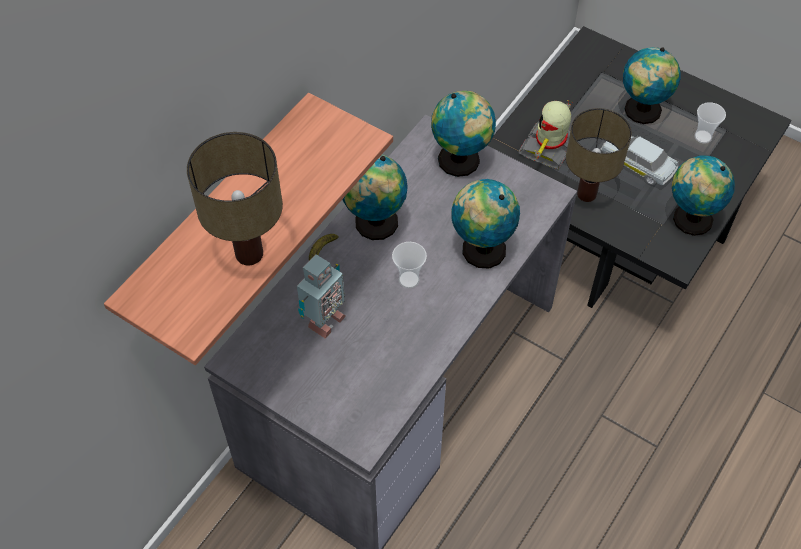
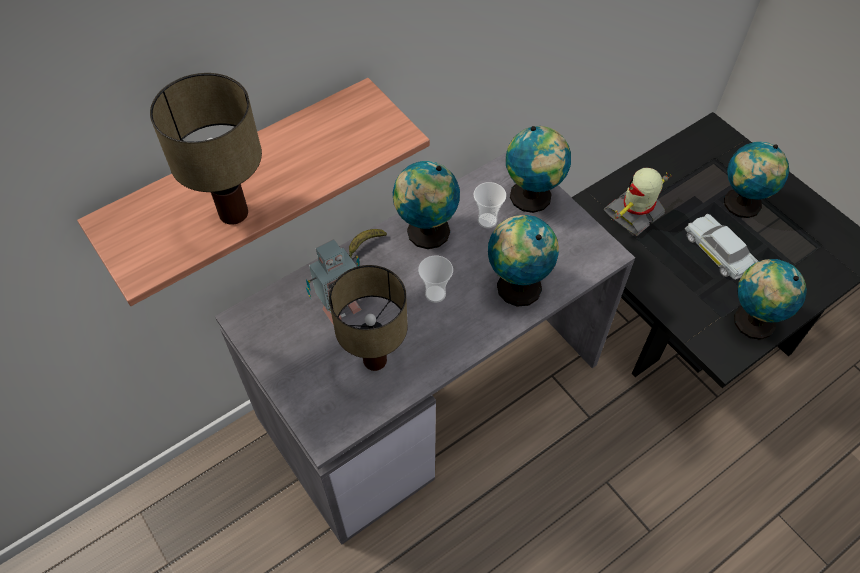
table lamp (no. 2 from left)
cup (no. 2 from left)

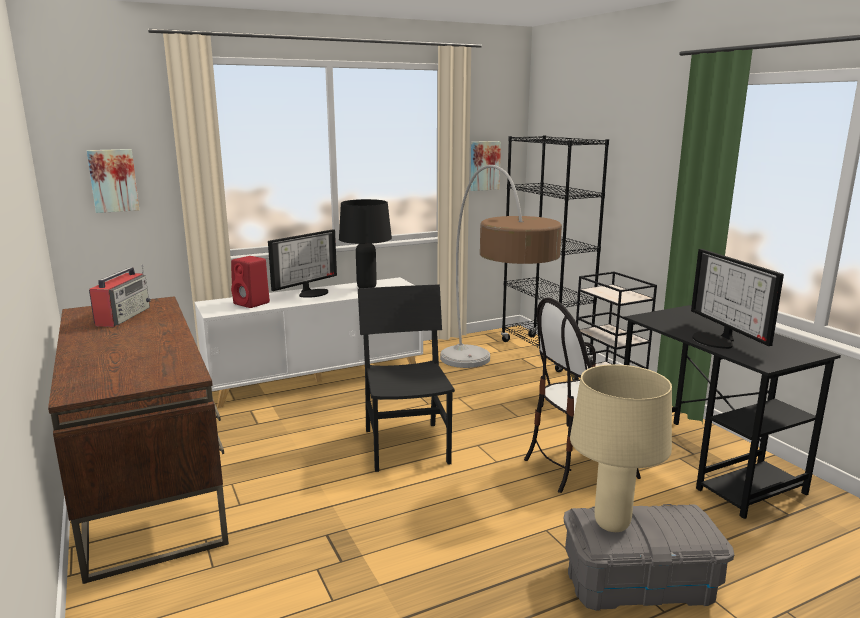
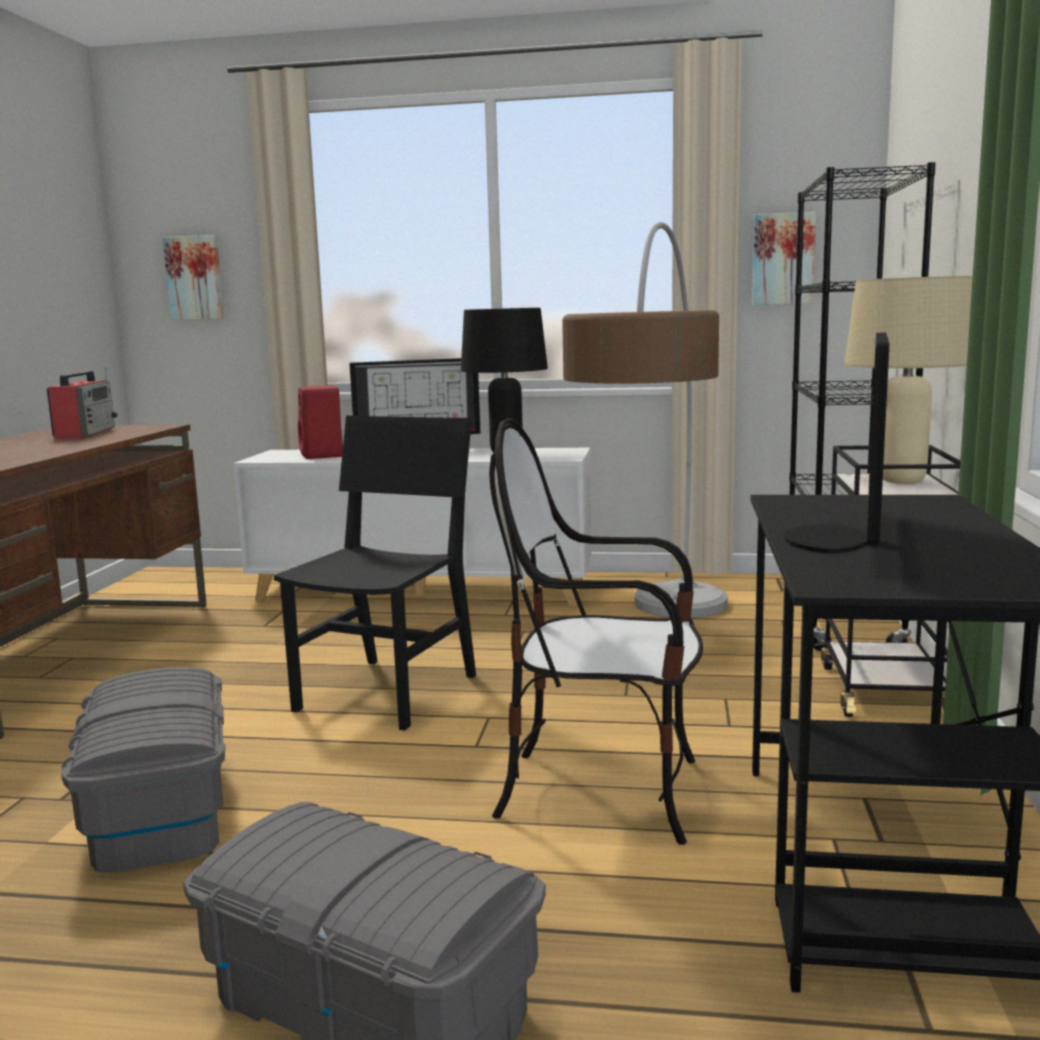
radio
beige table lamp
grey storage box (no. 1 from left)

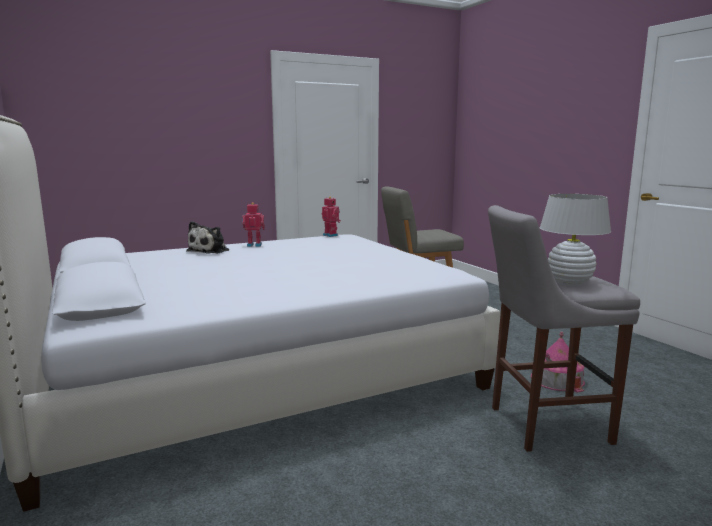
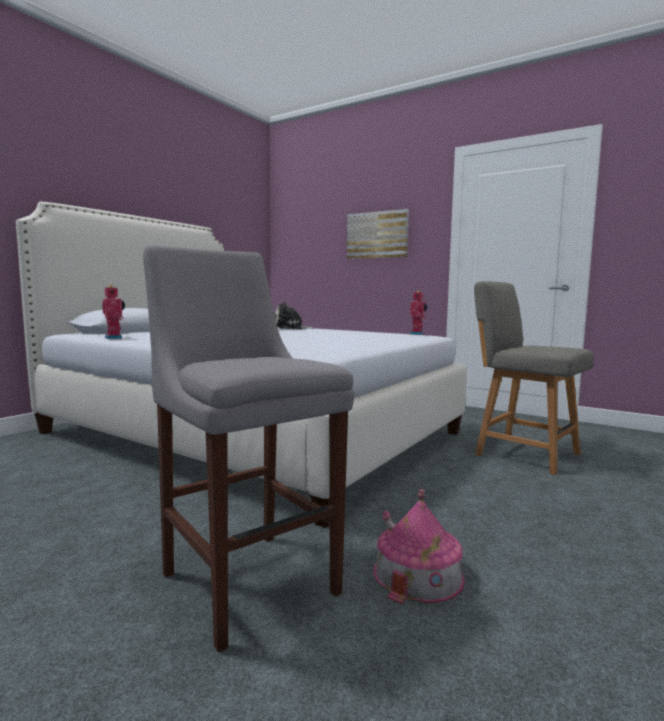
toy robot (no. 1 from left)
white table lamp
picture

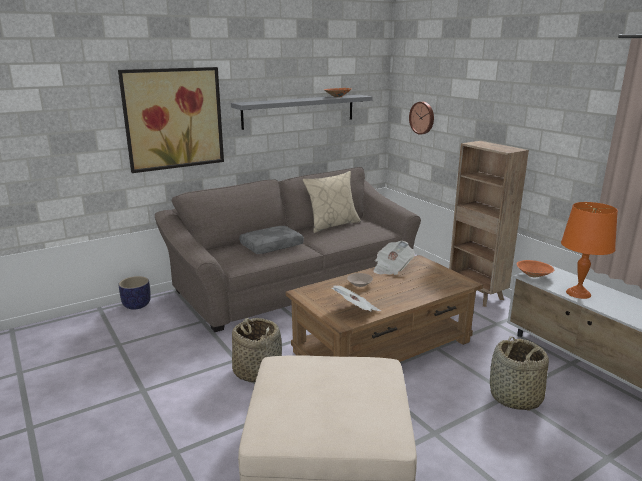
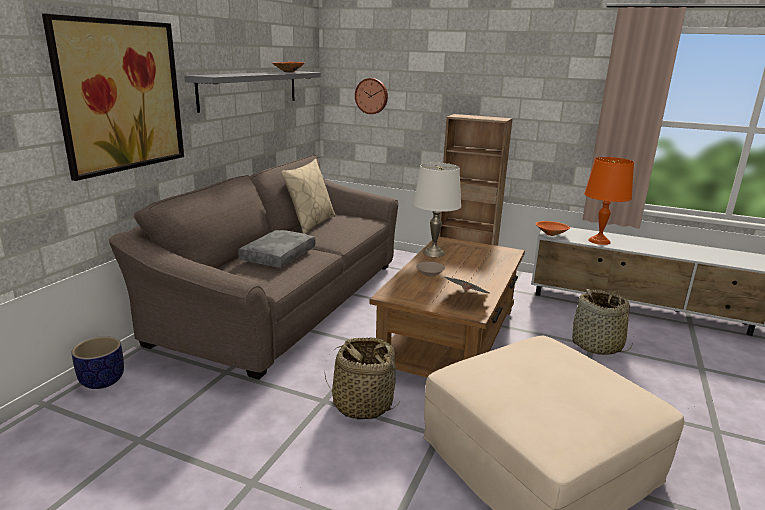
white table lamp

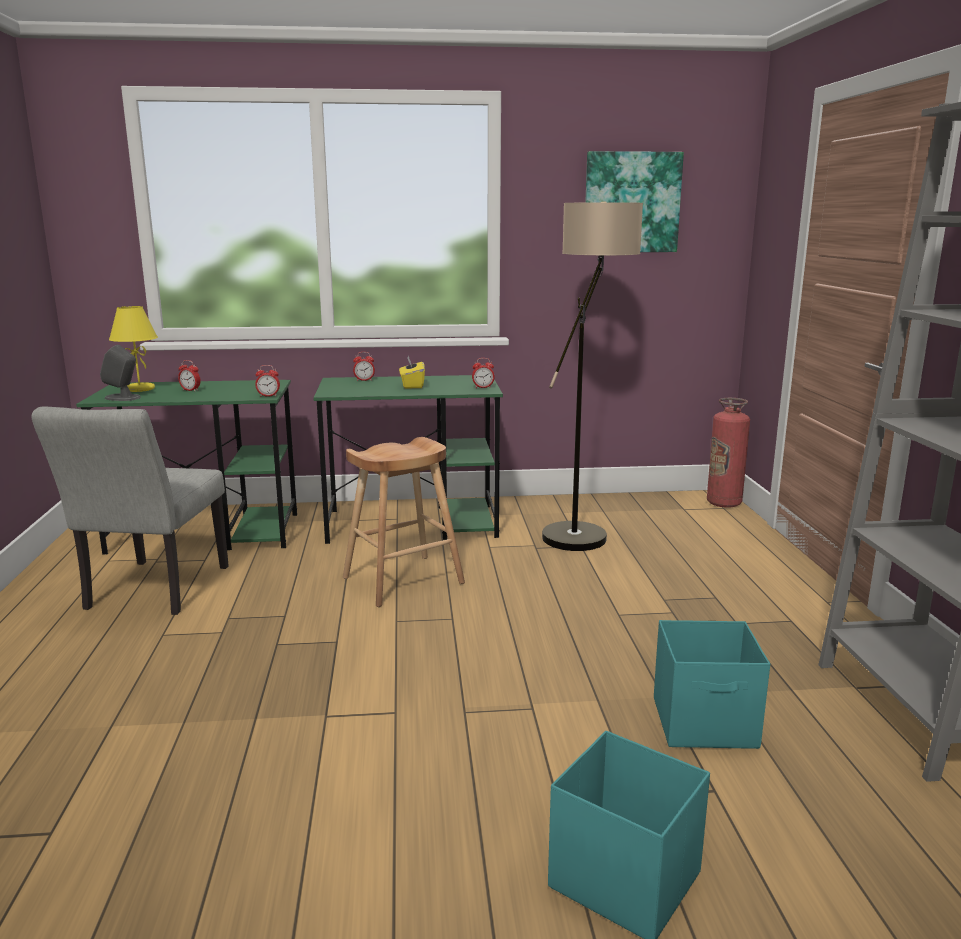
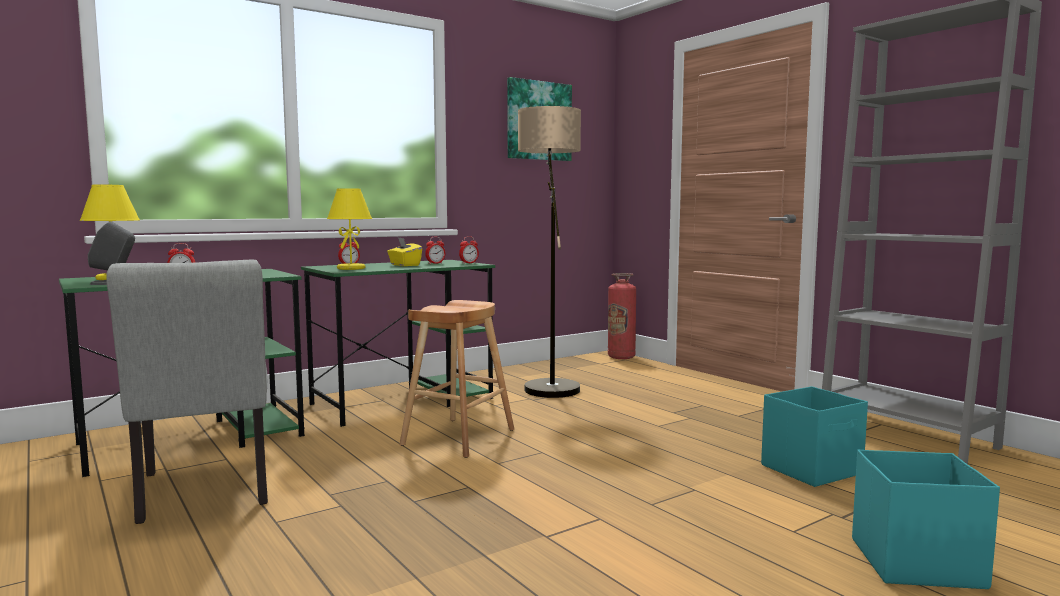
alarm clock (no. 3 from left)
yellow table lamp (no. 2 from left)

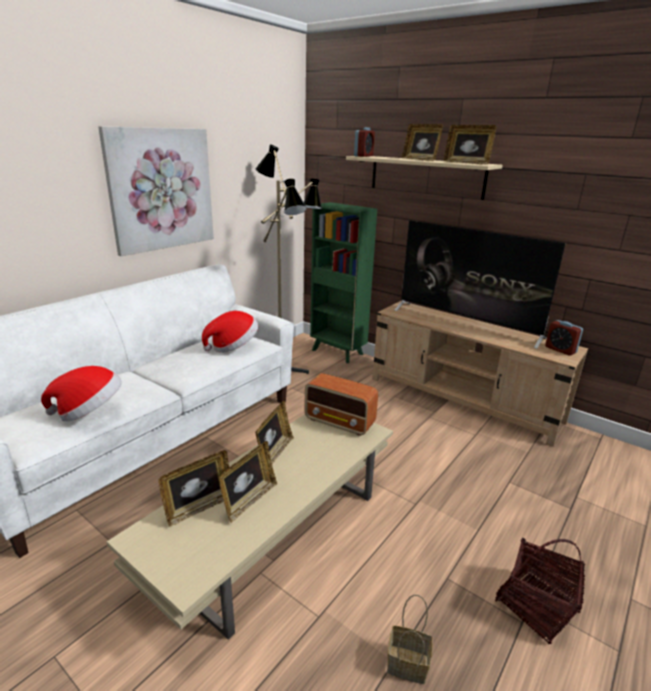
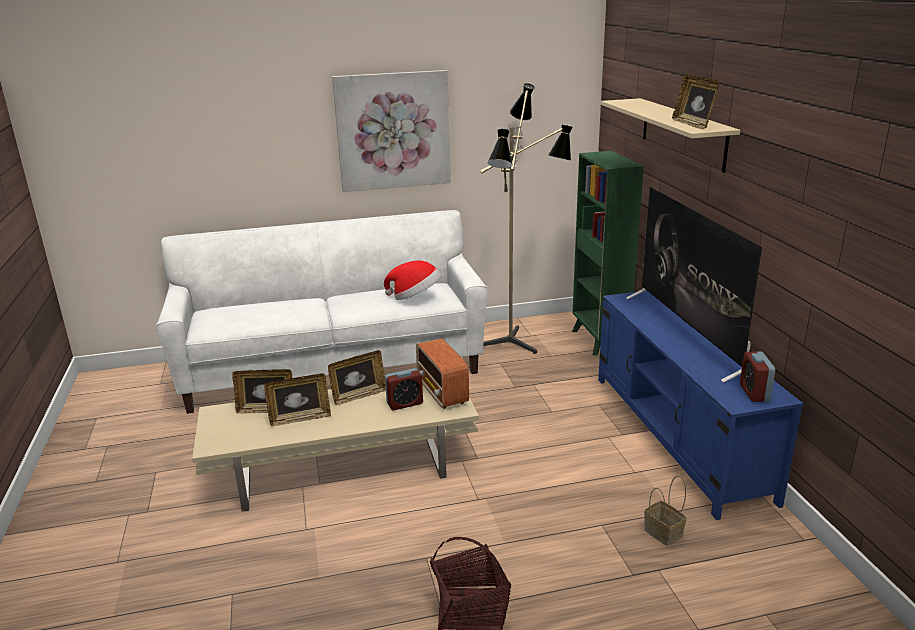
hat (no. 1 from left in the first image)
alarm clock (no. 1 from left)
blue tv stand
basket (no. 2 from left)
picture frame (no. 4 from left in the first image)

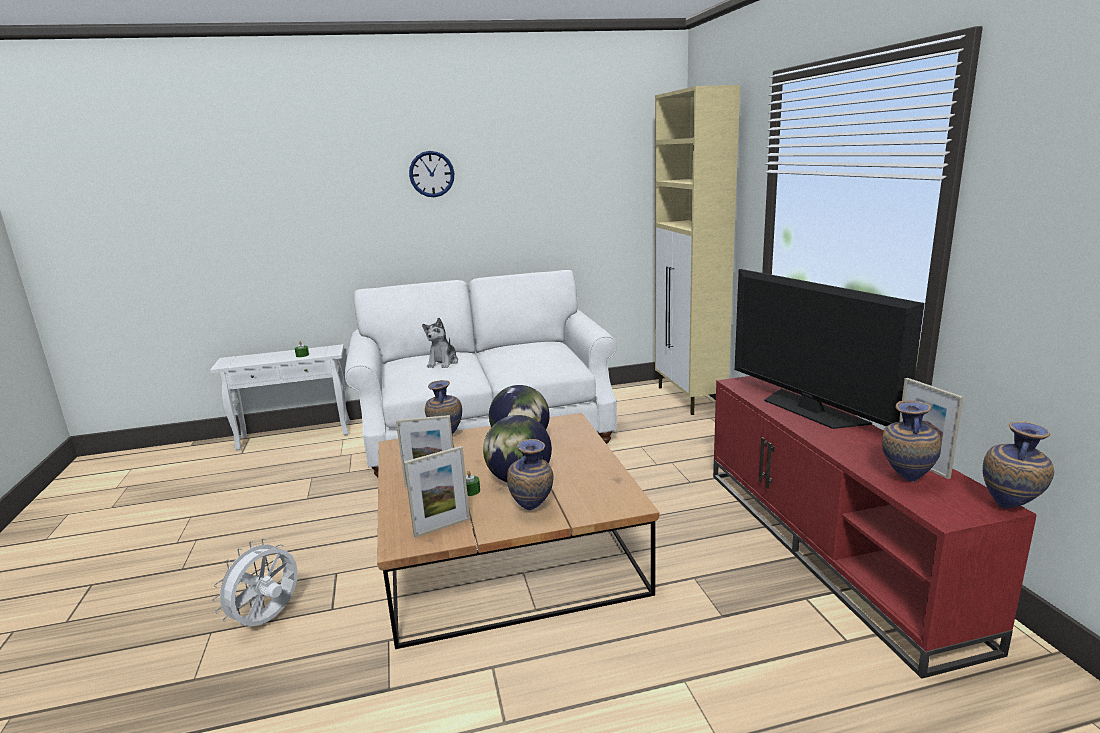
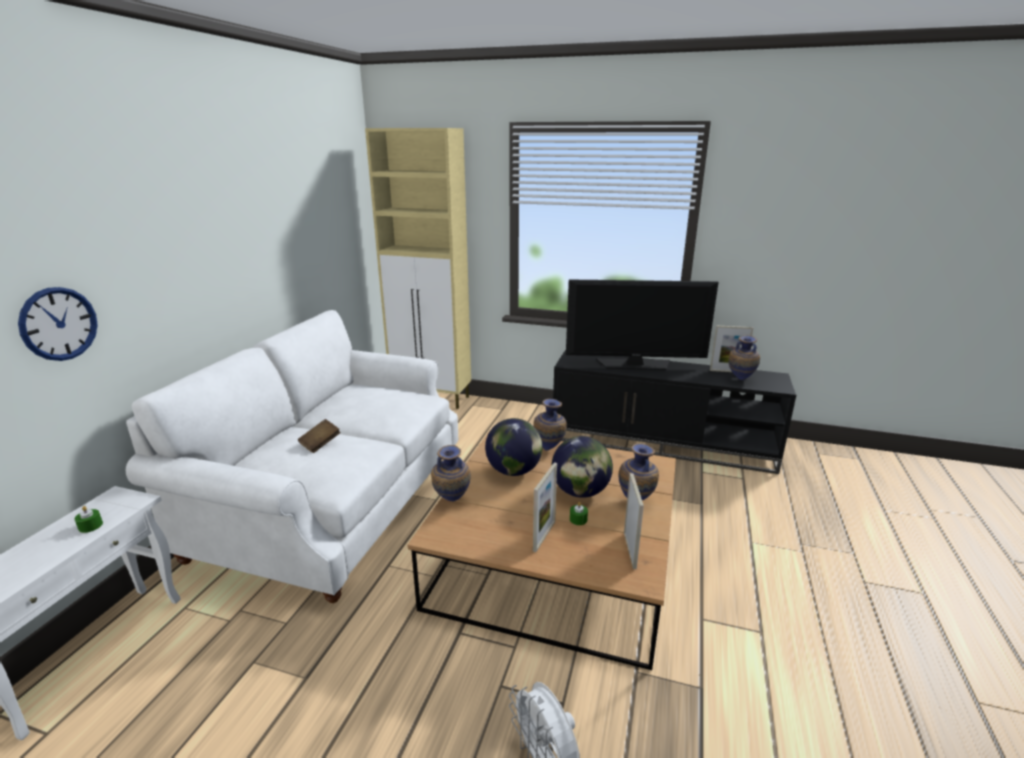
wall clock
brown book
black tv stand
vase (no. 2 from left)

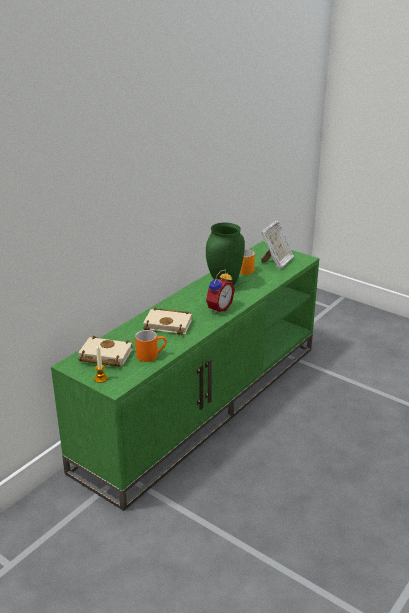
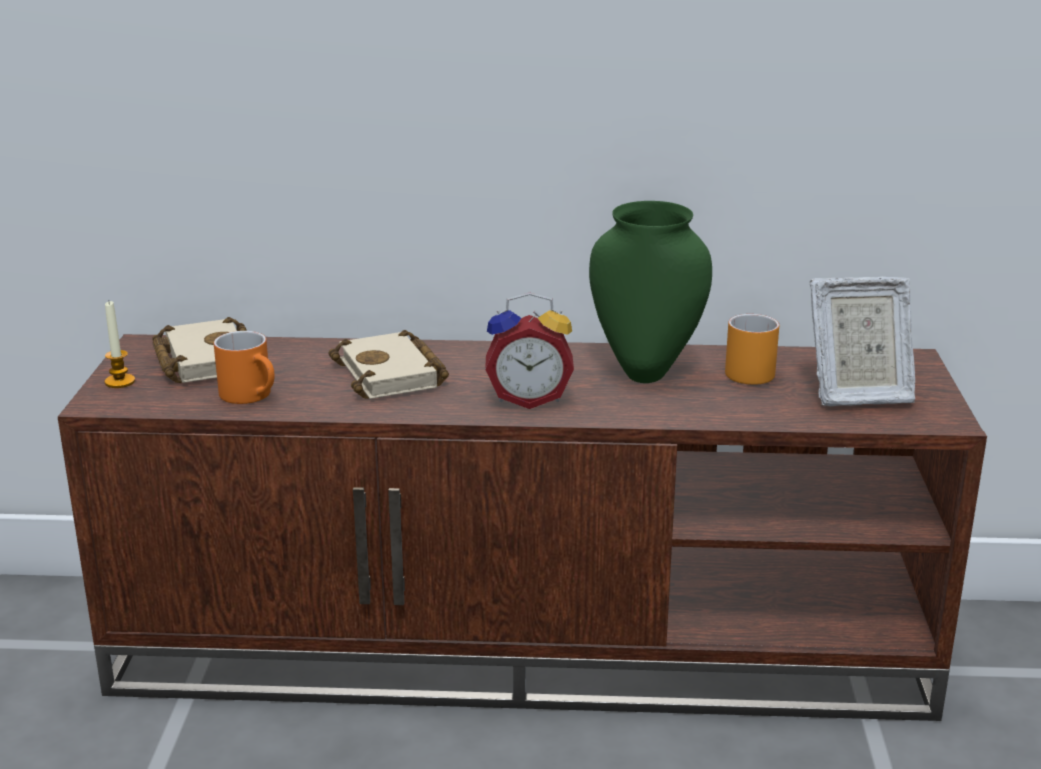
brown tv stand

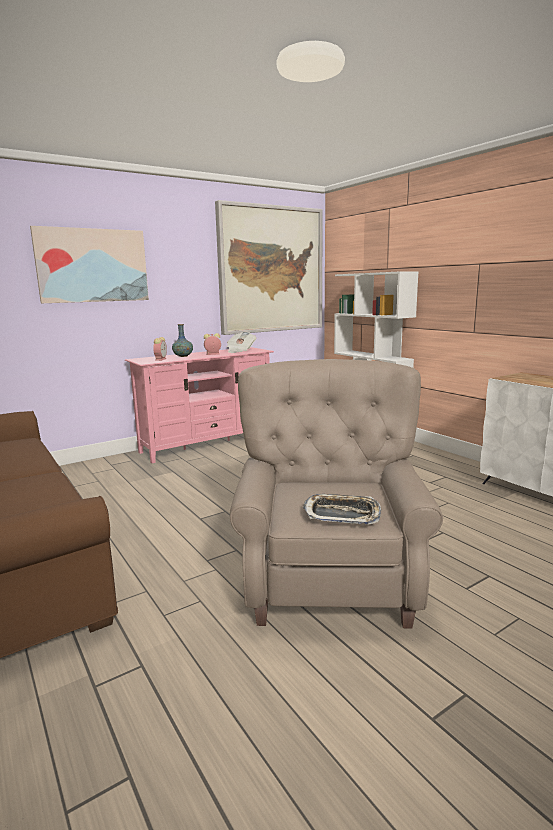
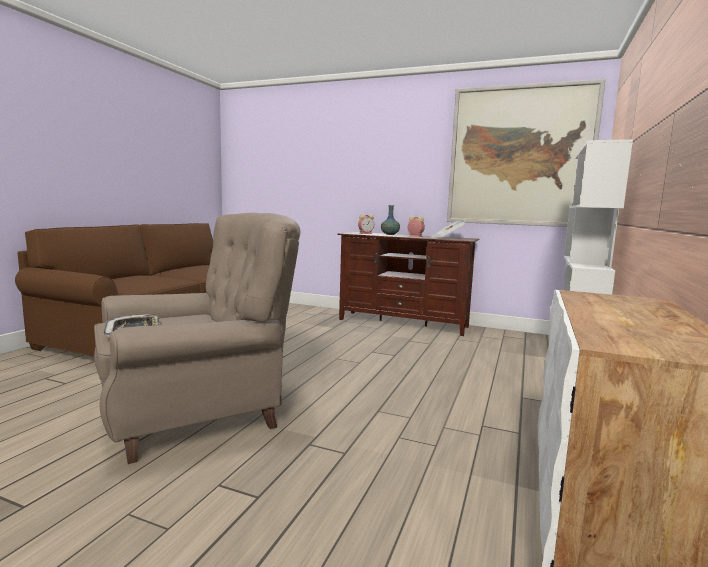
picture (no. 1 from left in the first image)
brown tv stand

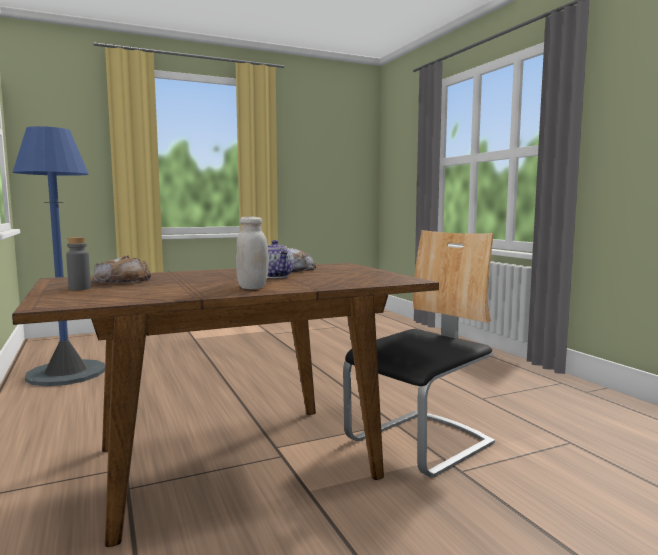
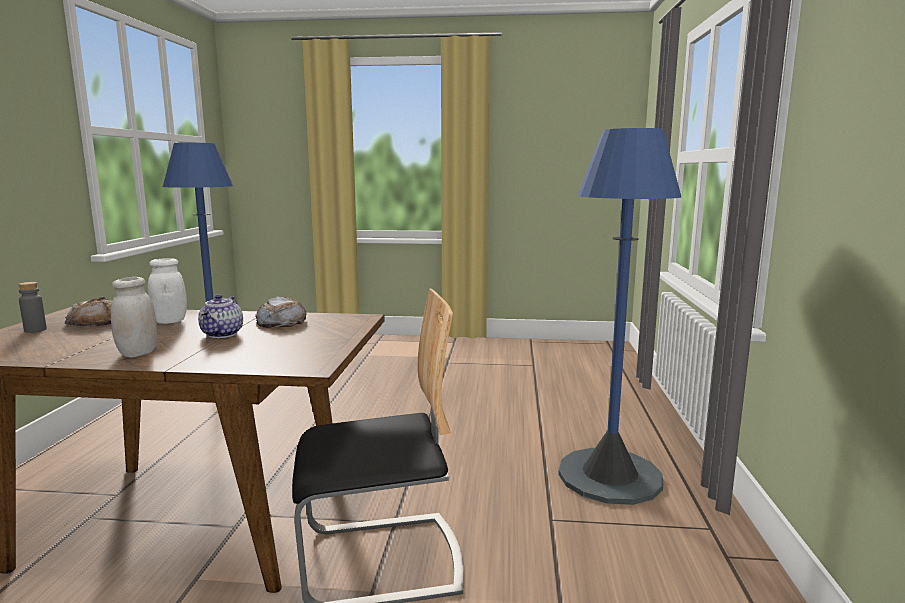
white jar (no. 2 from left)
blue floor lamp (no. 2 from left)

